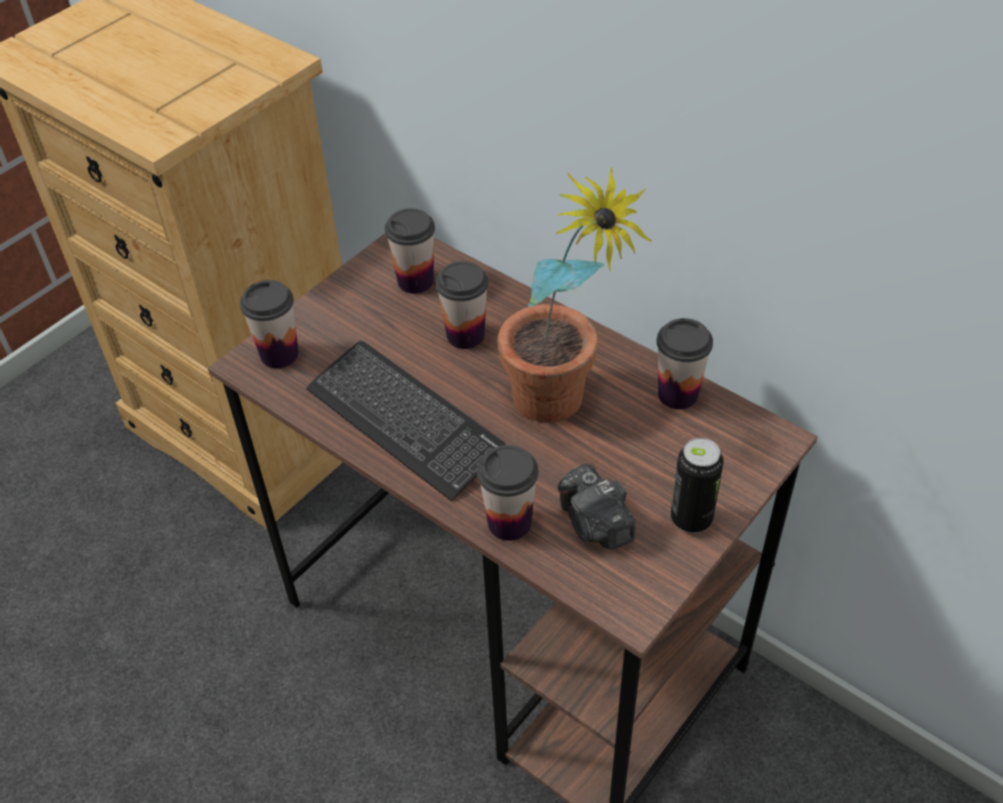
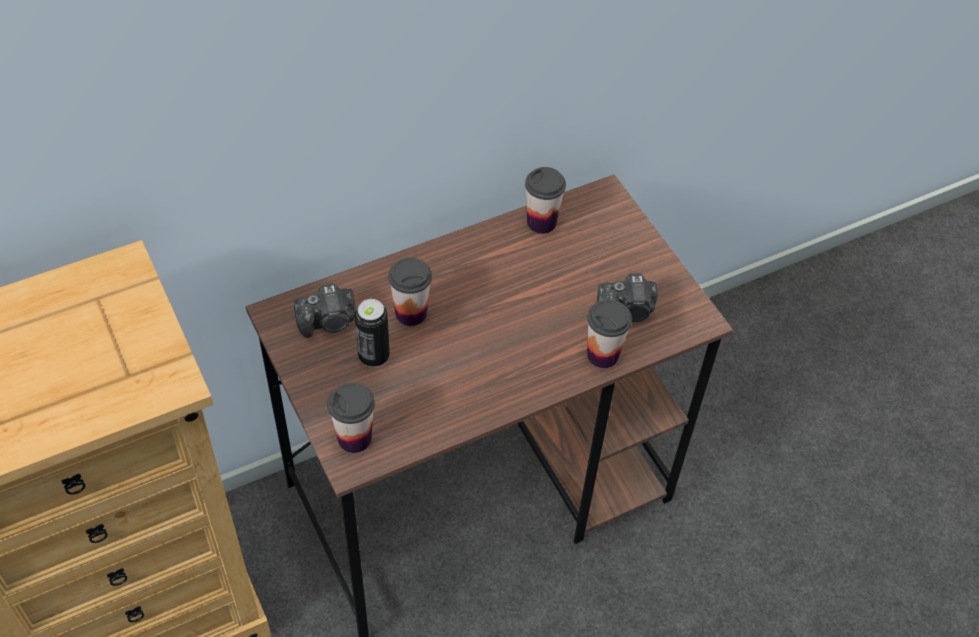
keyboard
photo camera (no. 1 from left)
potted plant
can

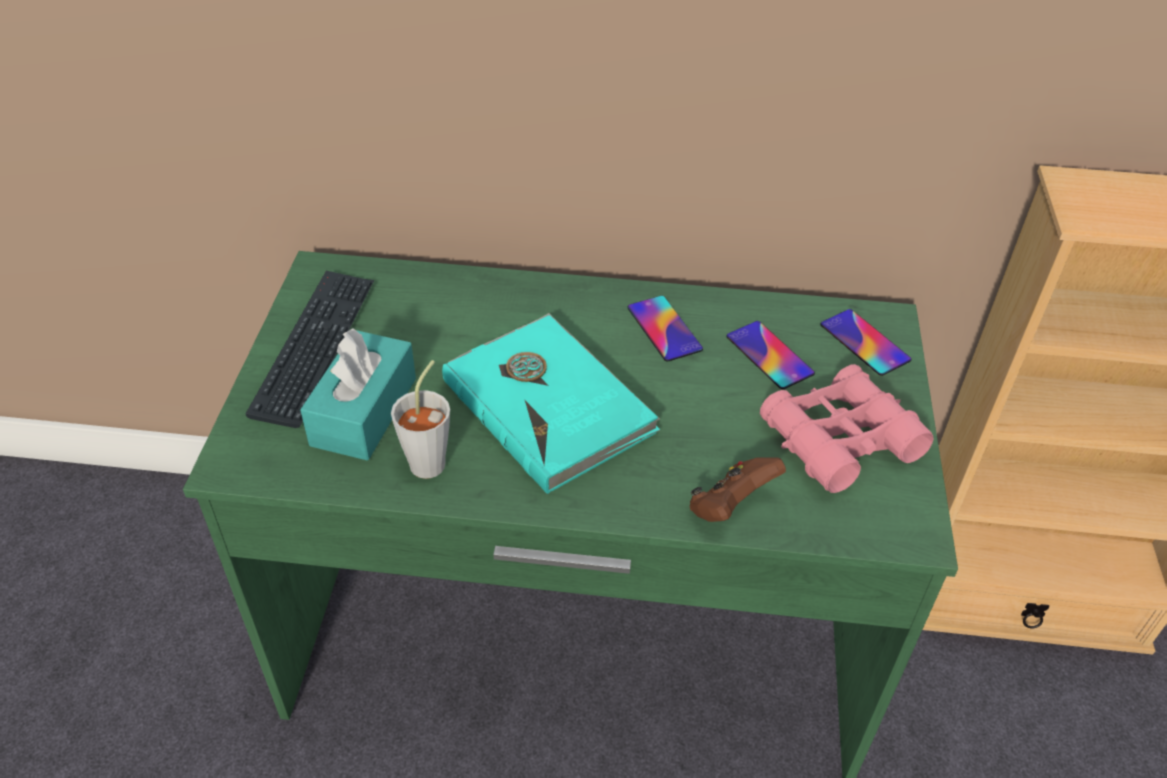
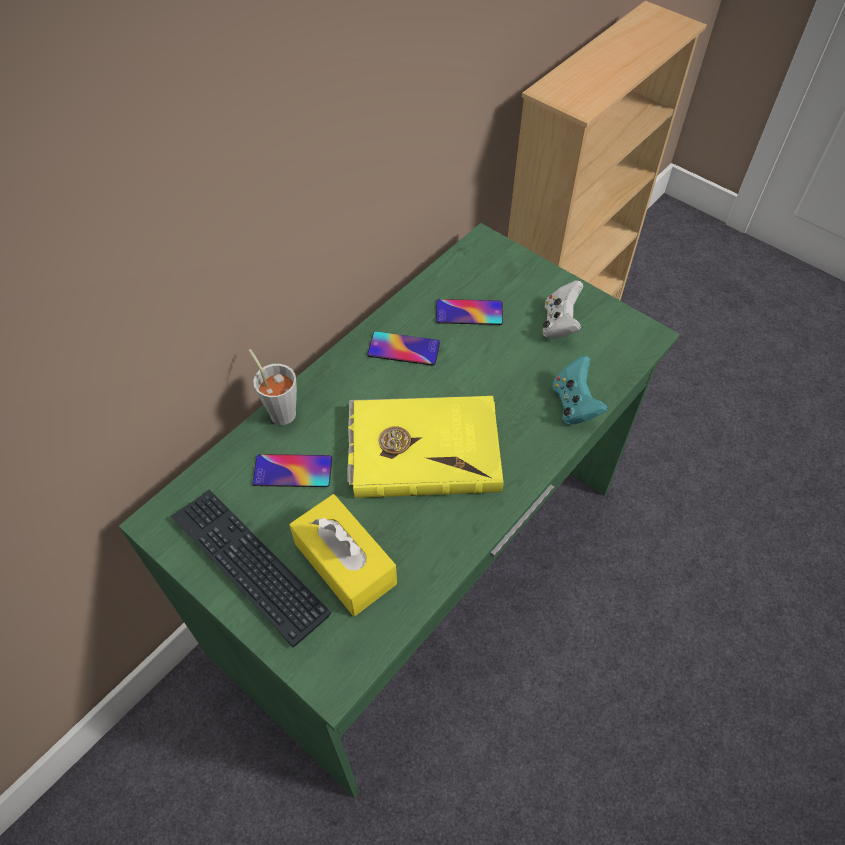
yellow tissue box
grey cup
yellow book
turquoise game controller
white game controller
phone (no. 1 from left)

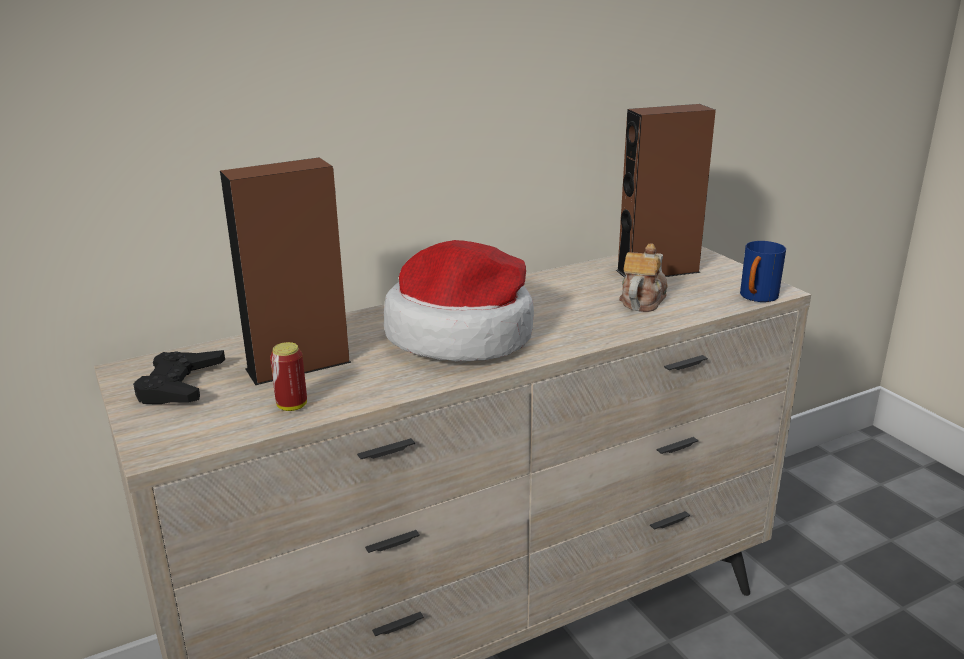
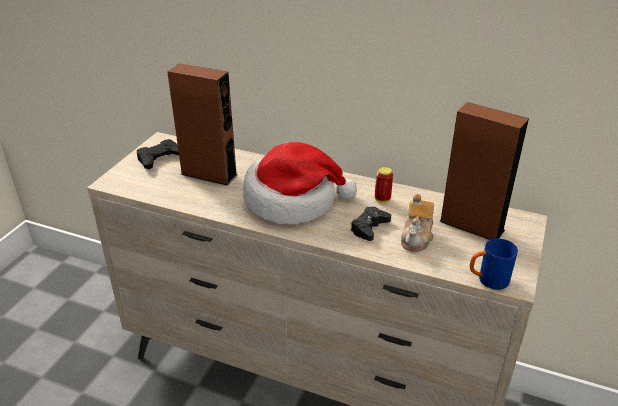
can
teapot
black game controller (no. 2 from left)

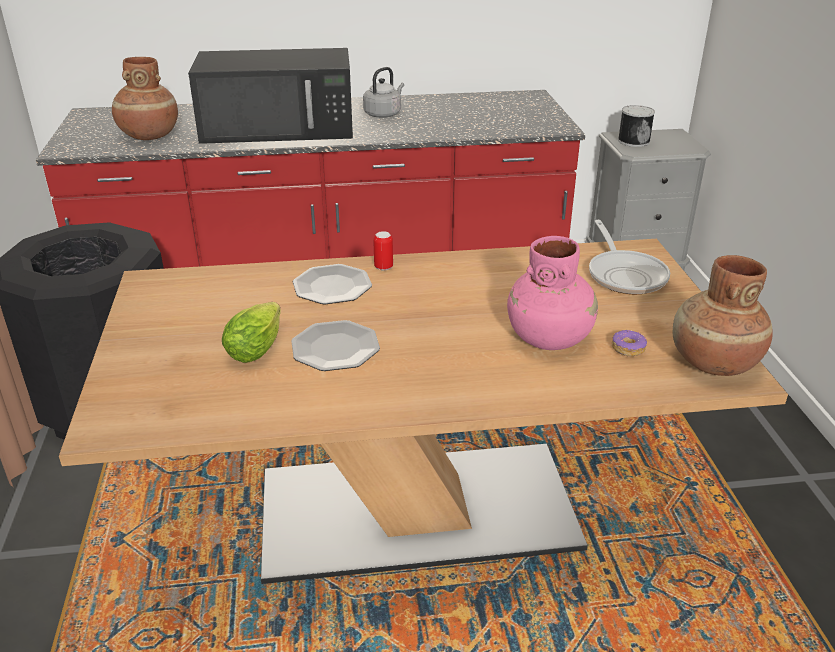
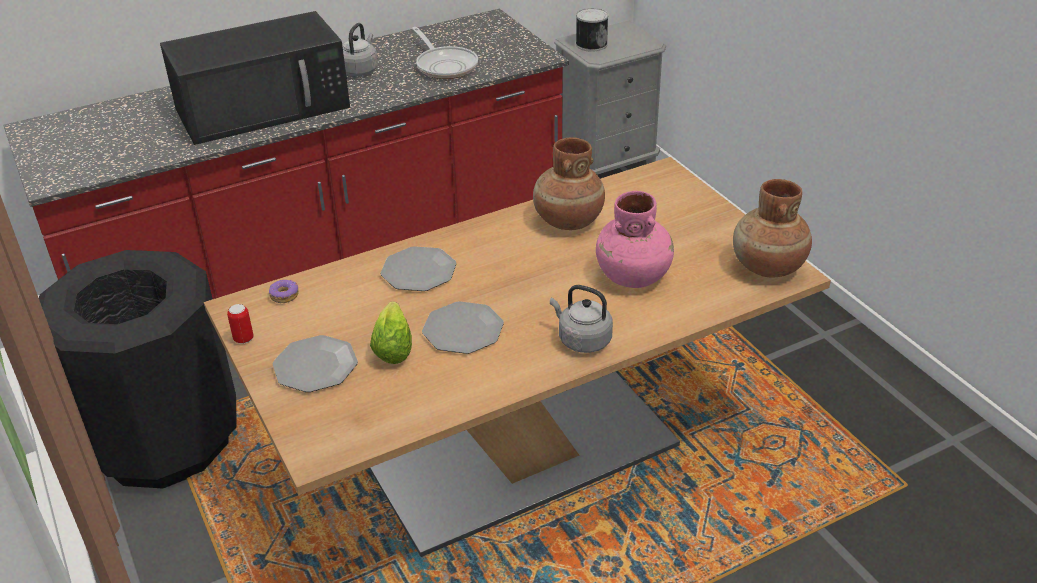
brown vase (no. 1 from left)
can (no. 1 from left)
frying pan
donut
plate (no. 1 from left)
grey kettle (no. 2 from left)

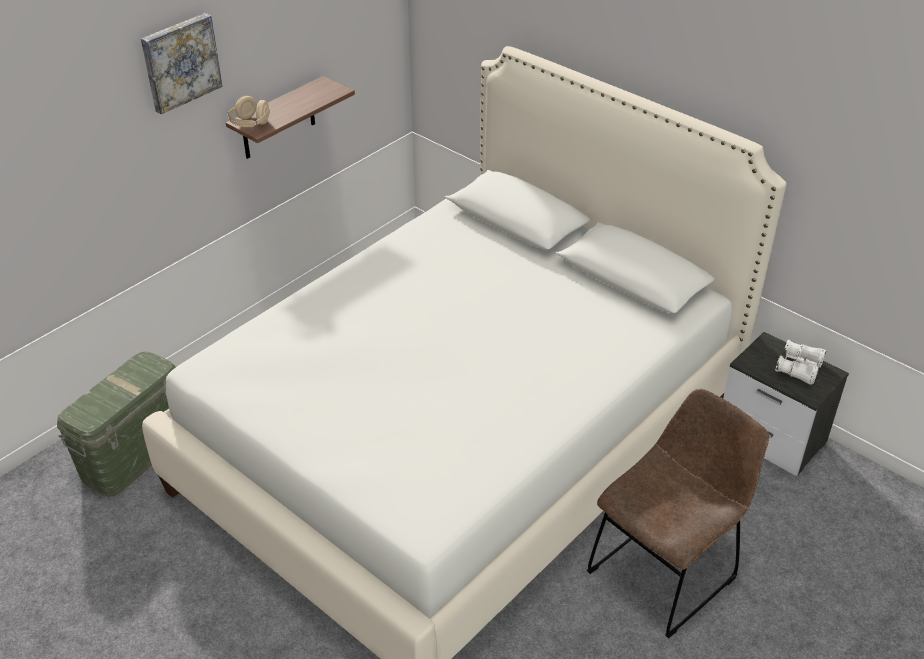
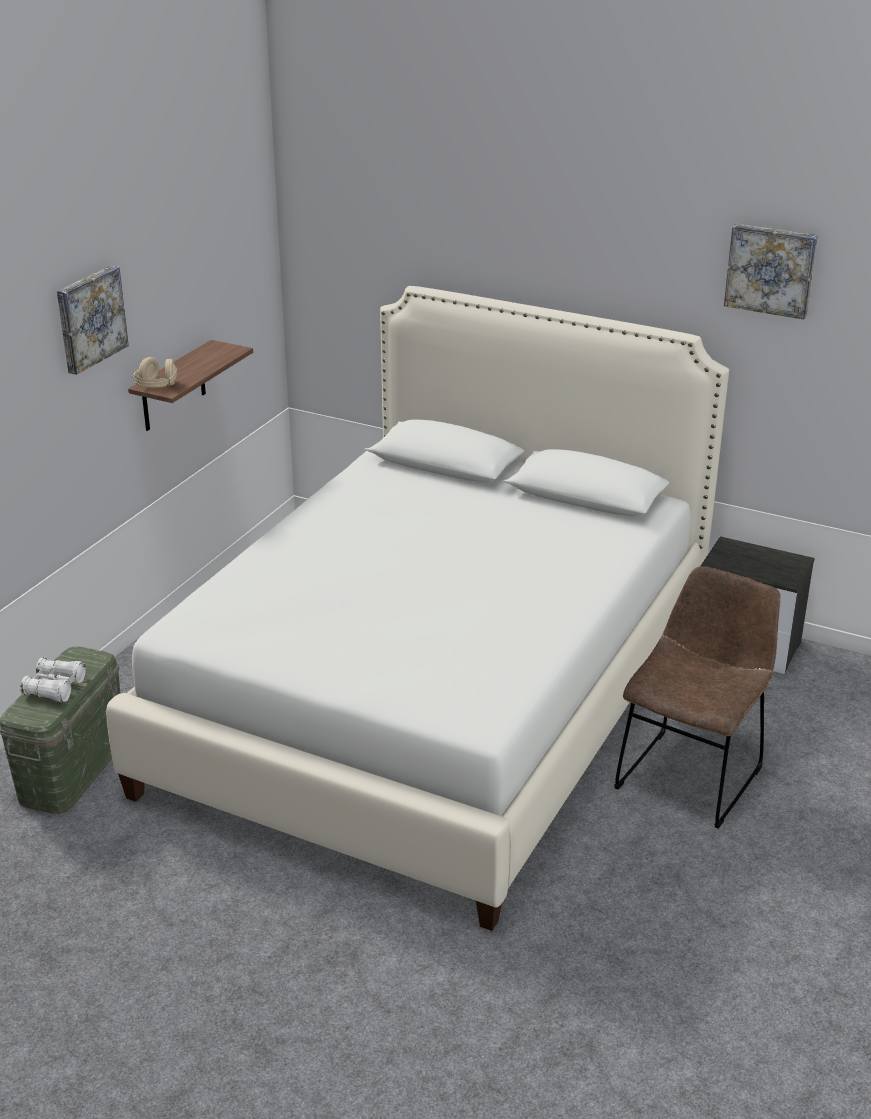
white binoculars
picture (no. 2 from left)

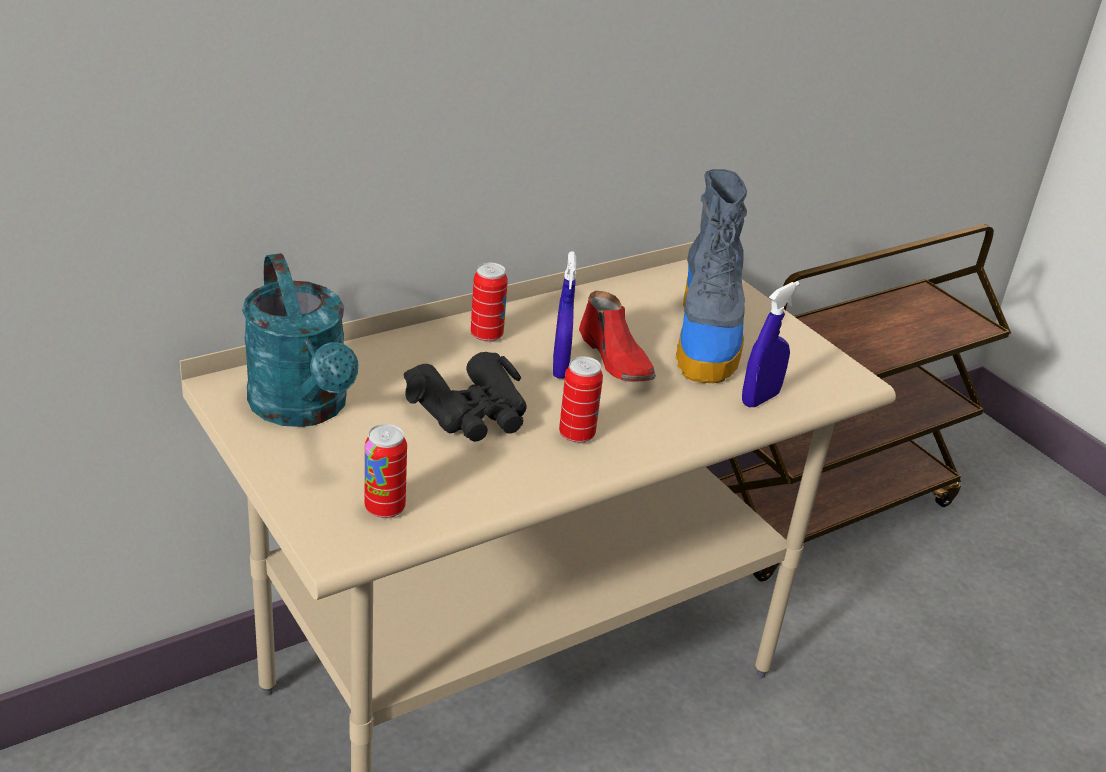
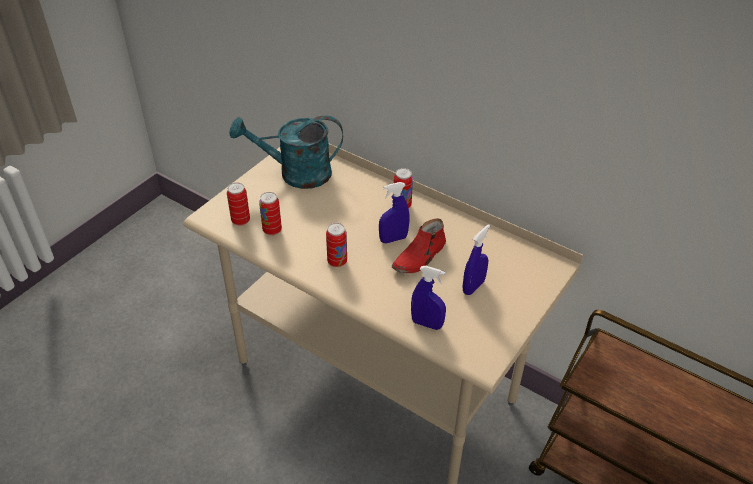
turquoise watering can
black binoculars
blue spray bottle (no. 3 from left)
can (no. 2 from left)

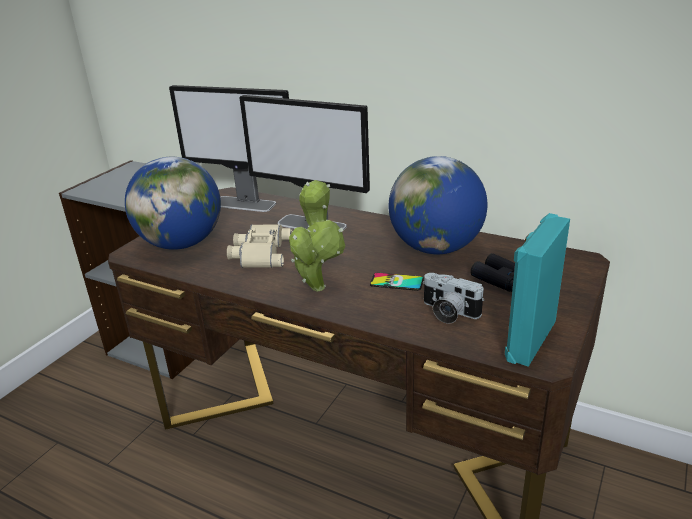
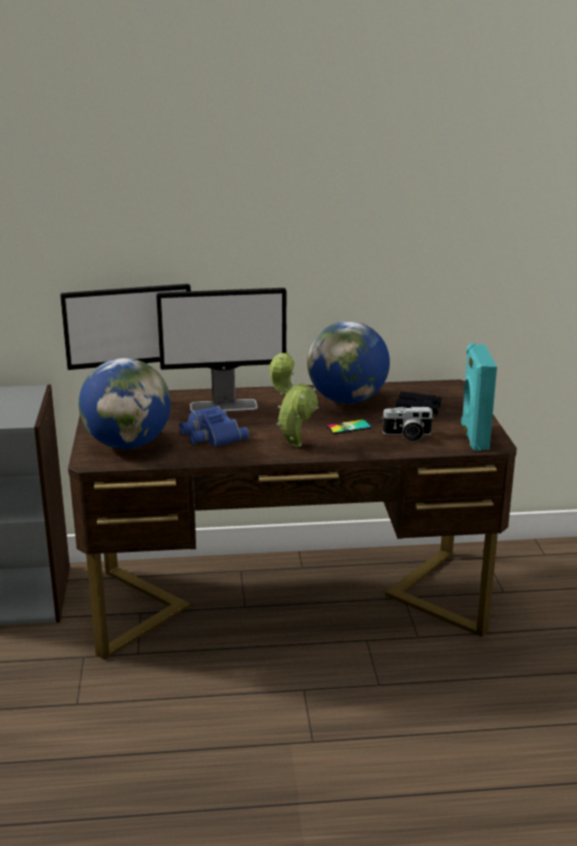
blue binoculars

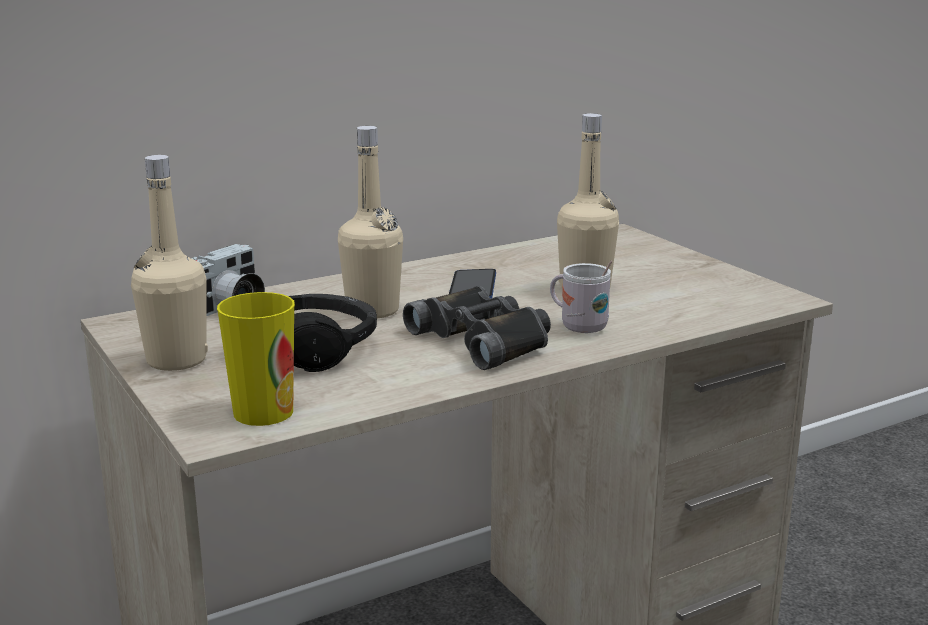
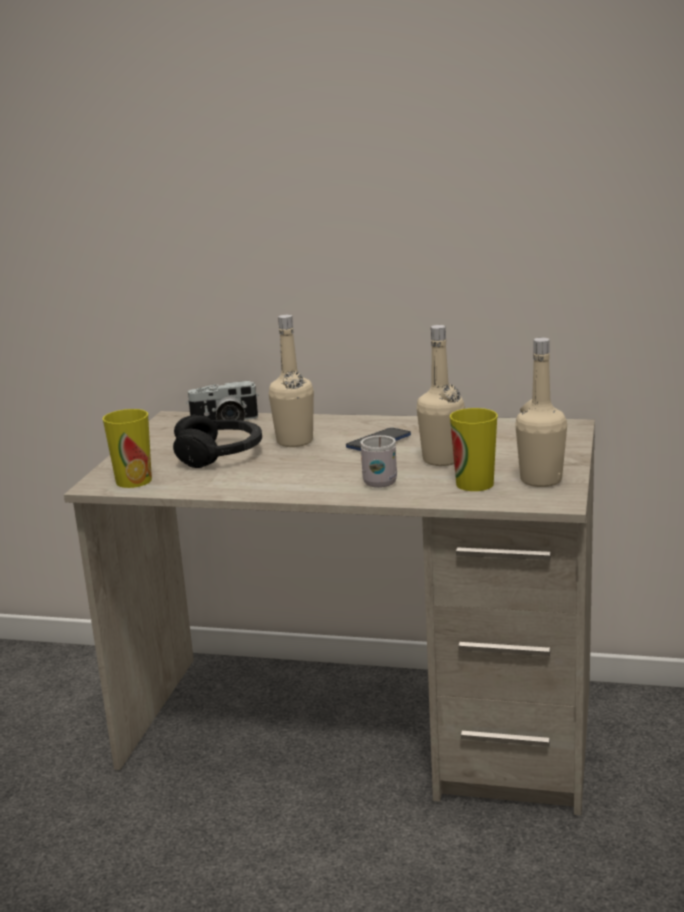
beige bottle (no. 3 from left)
black binoculars
cup (no. 2 from left)

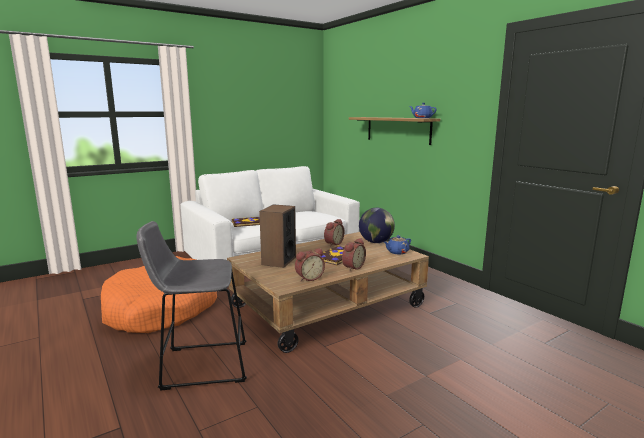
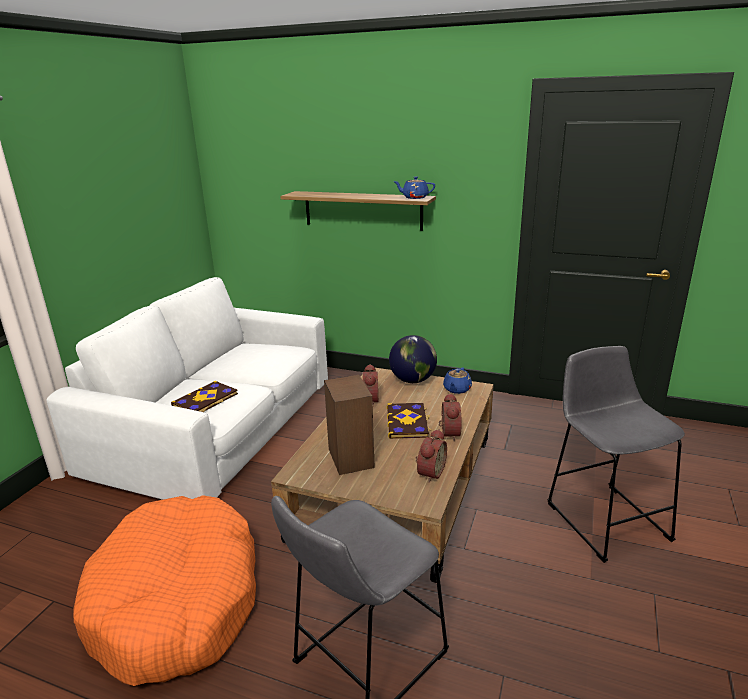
grey stool (no. 2 from left)

